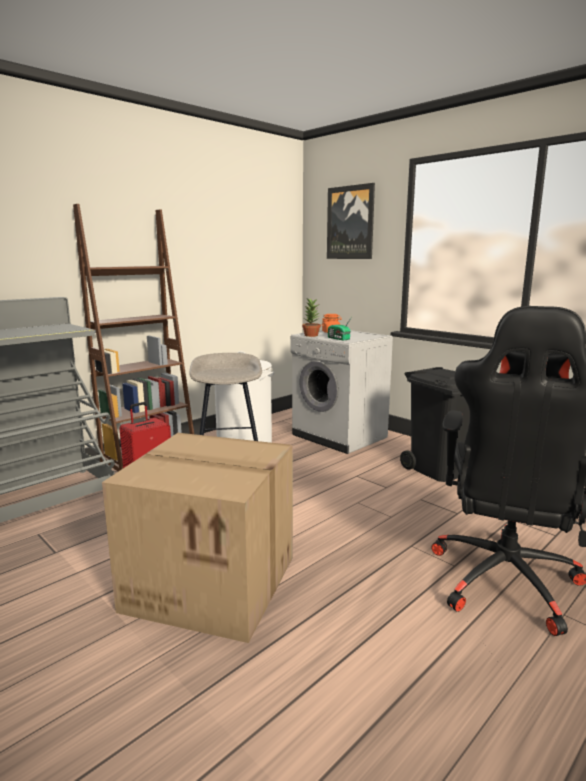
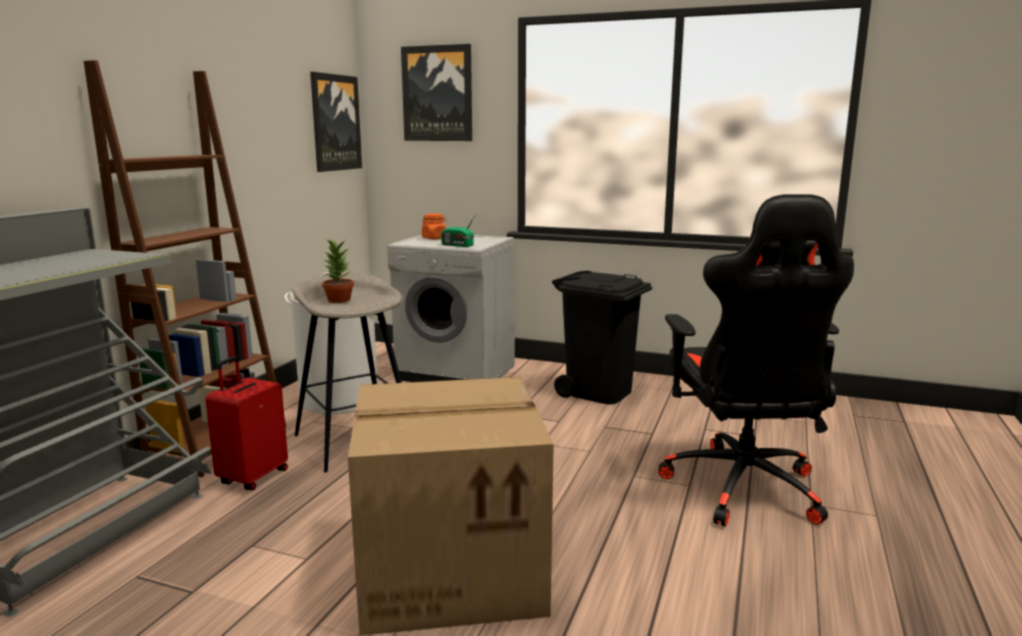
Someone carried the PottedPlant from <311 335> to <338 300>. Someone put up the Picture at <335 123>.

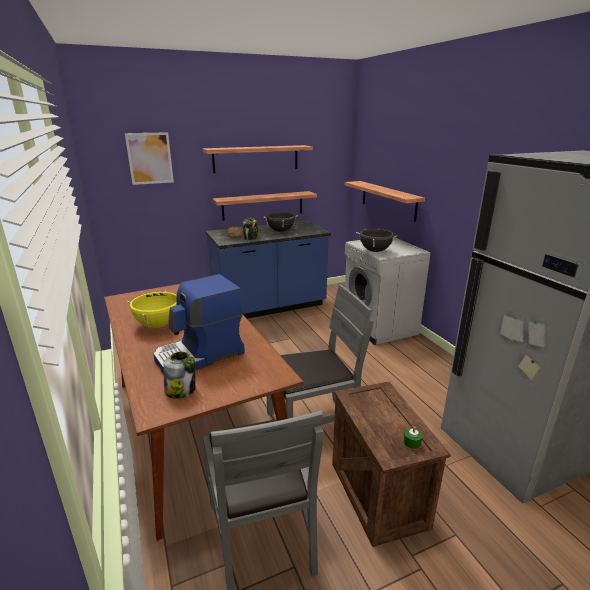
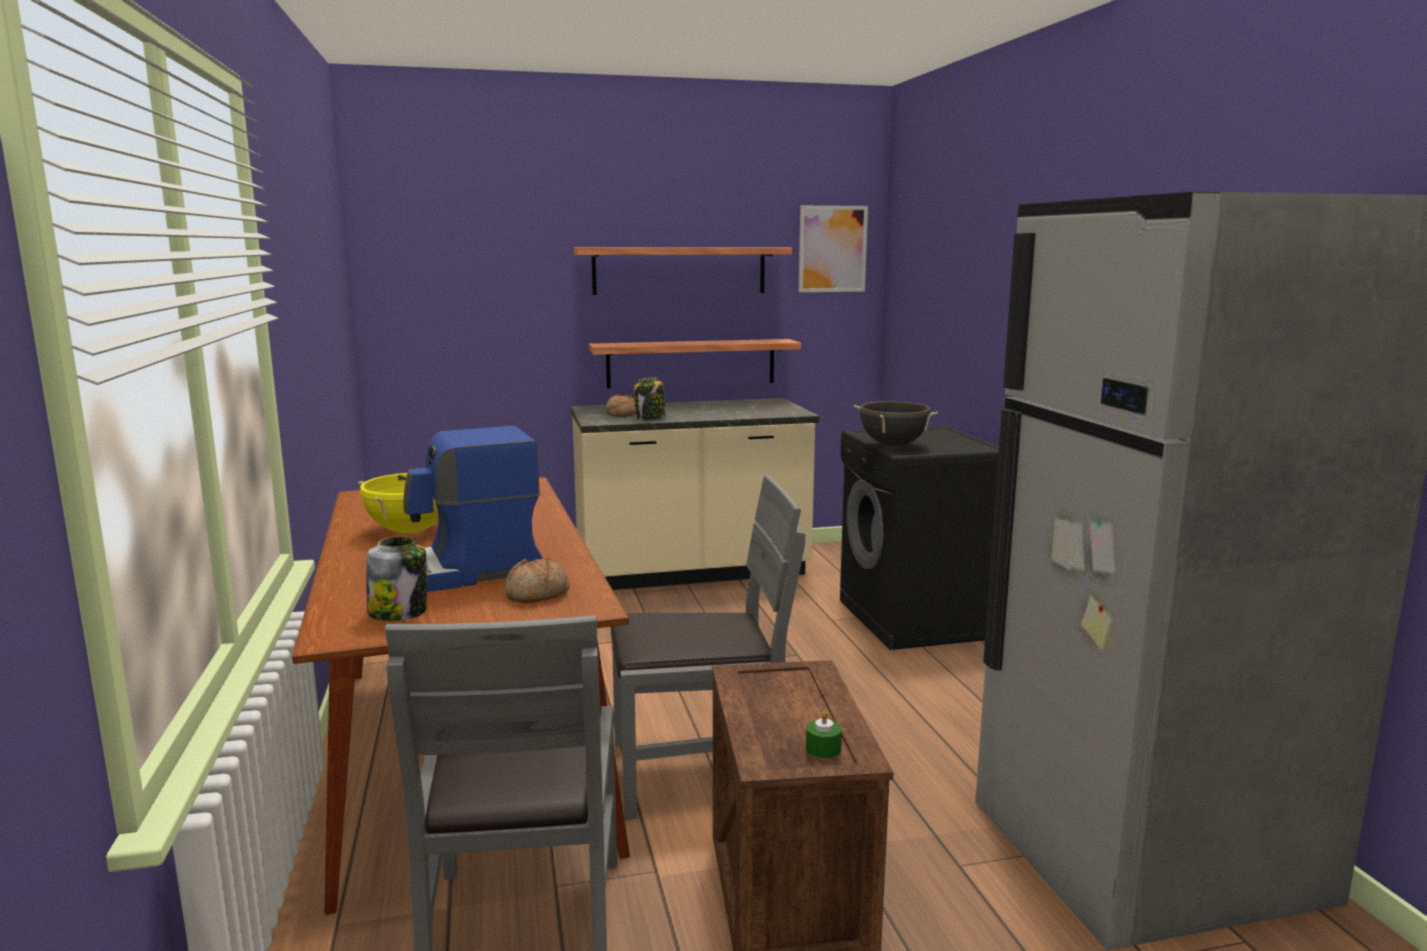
Someone carried the Picture from <150 158> to <832 249>. Someone repainted the BlueCounter at <269 307>, which became the BeigeCounter at <692 572>. Someone took away the BlackCookingPot at <280 231>. Someone took away the Shelf at <388 200>. Someone repainted the WhiteWashingMachine at <378 327>, which became the BlackWashingMachine at <911 619>. Someone put down the Bread at <537 594>.

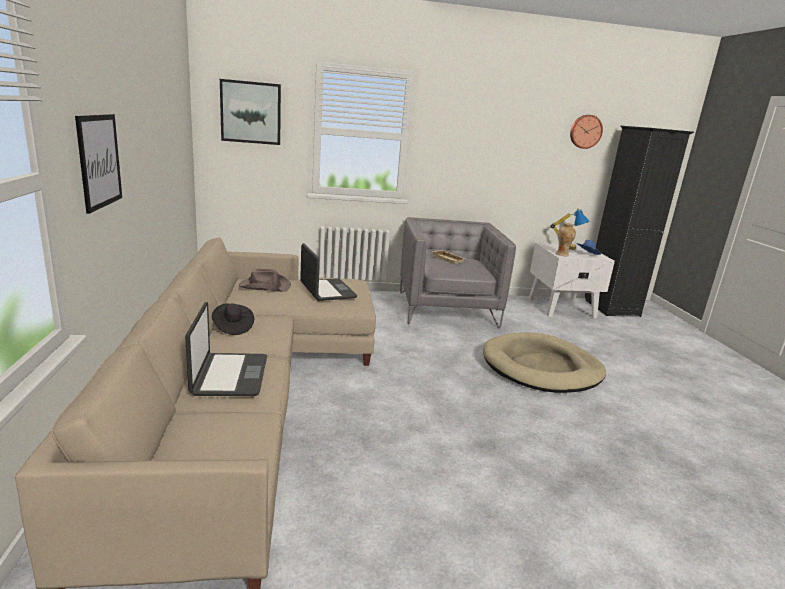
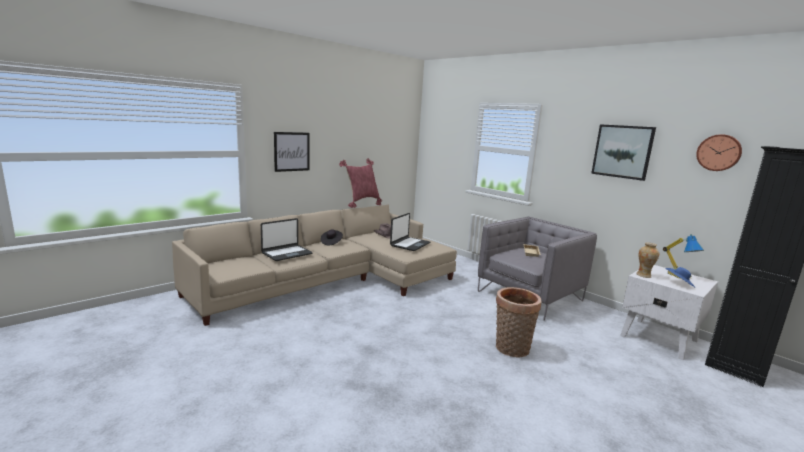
Someone carried the Picture from <251 112> to <622 151>. Someone swapped the BeigeDogBed at <541 367> for the Basket at <511 350>. Someone put down the RedPillow at <360 206>.

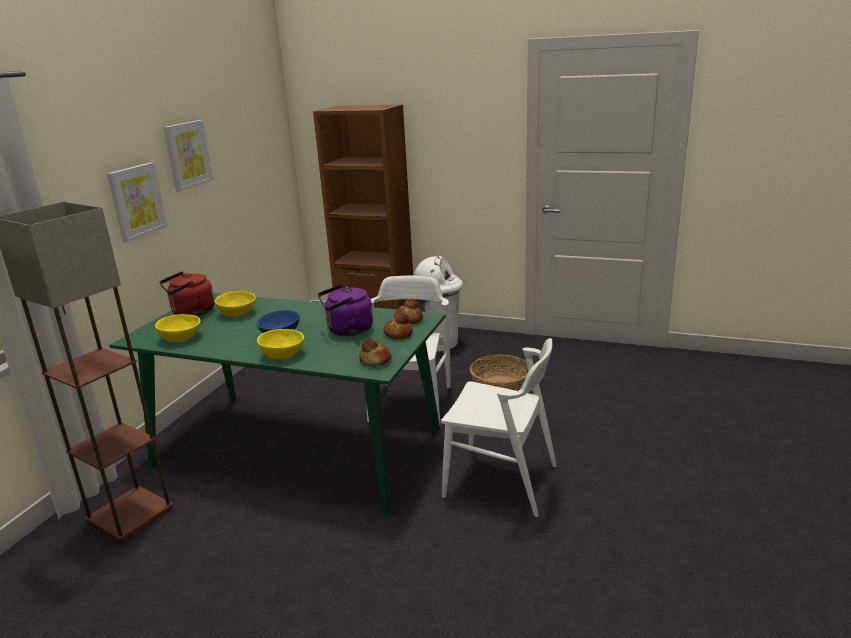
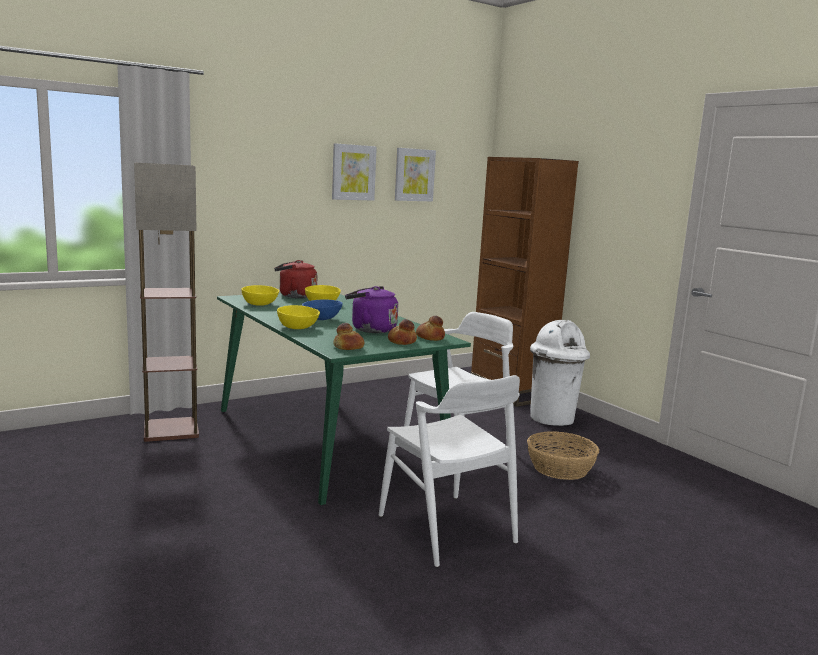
Someone carried the Picture from <136 201> to <414 175>.

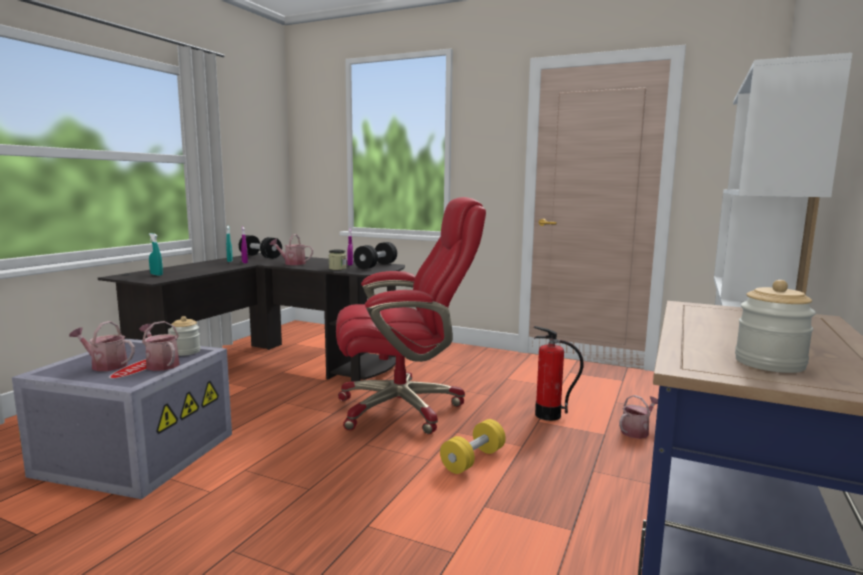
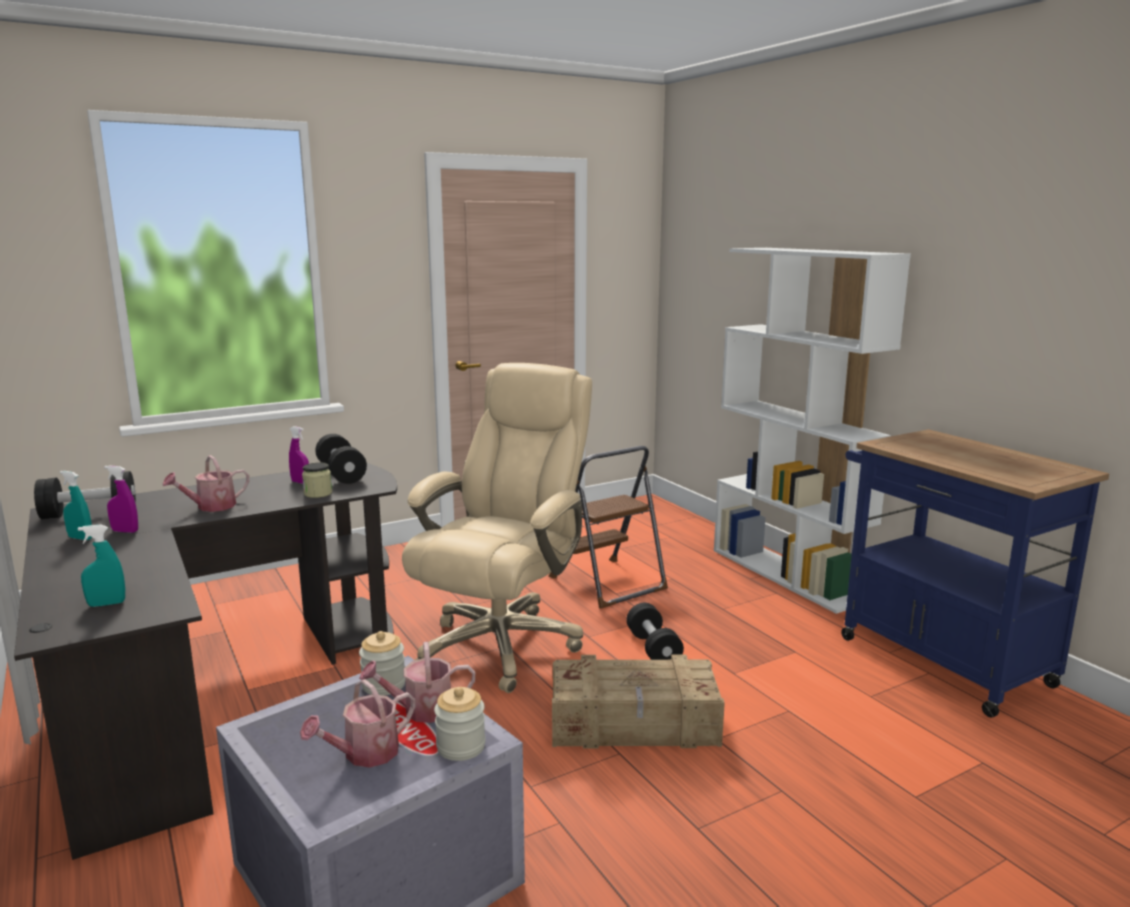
Someone repainted the RedOfficeChair at <404 410>, which became the BeigeOfficeChair at <504 645>. Someone repainted the YellowDumbbell at <473 460>, which became the BlackDumbbell at <653 649>. Someone swapped the FireExtinguisher at <548 415> for the BrownStepLadder at <609 584>. Someone took away the WateringCan at <637 431>. Someone carried the Jar from <769 363> to <461 746>. Someone put down the Crate at <635 724>.

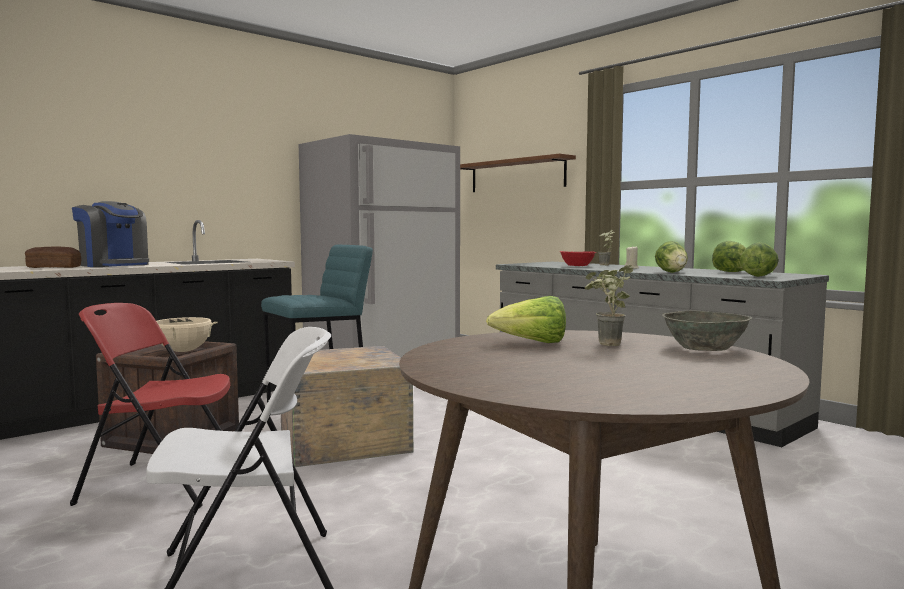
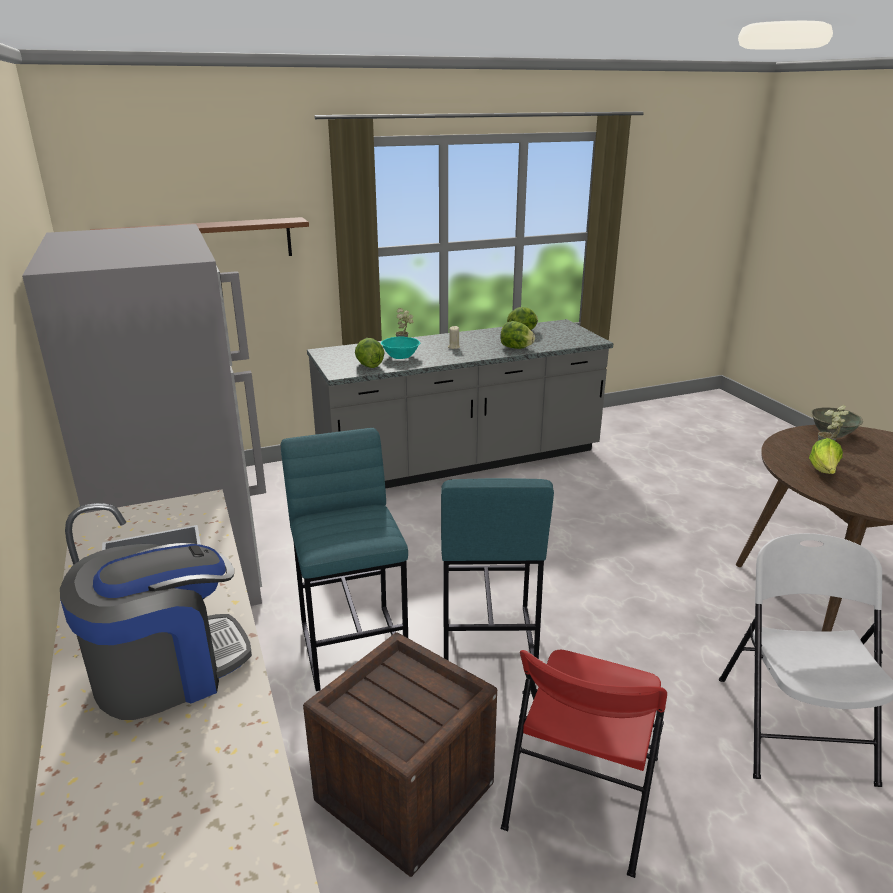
Someone took away the Bread at <54 267>. Someone took away the BeigeCookingPot at <183 351>. Someone swapped the Crate at <341 441> for the TurquoiseStool at <488 642>. Someone repainted the RedBowl at <578 266>, which became the TurquoiseBowl at <401 356>. Someone carried the Lettuce from <758 276> to <369 366>.

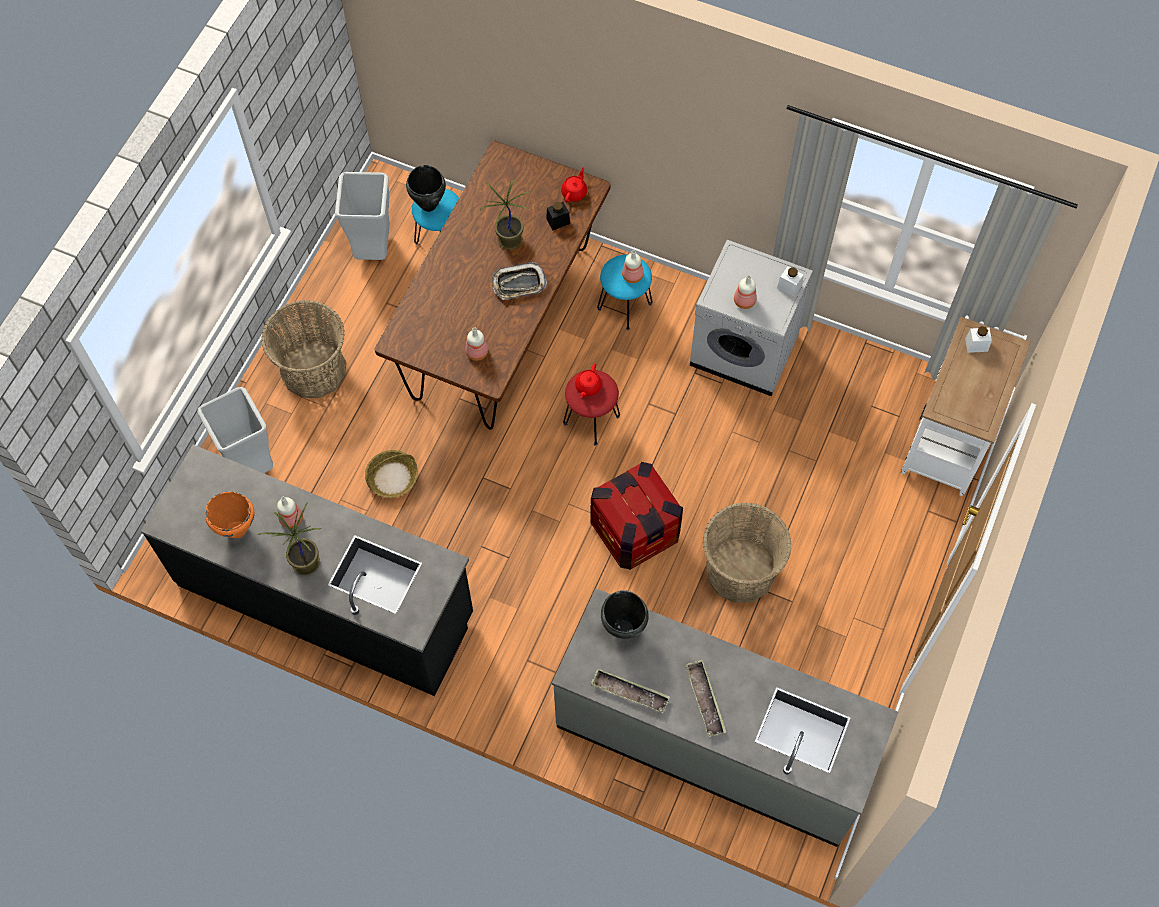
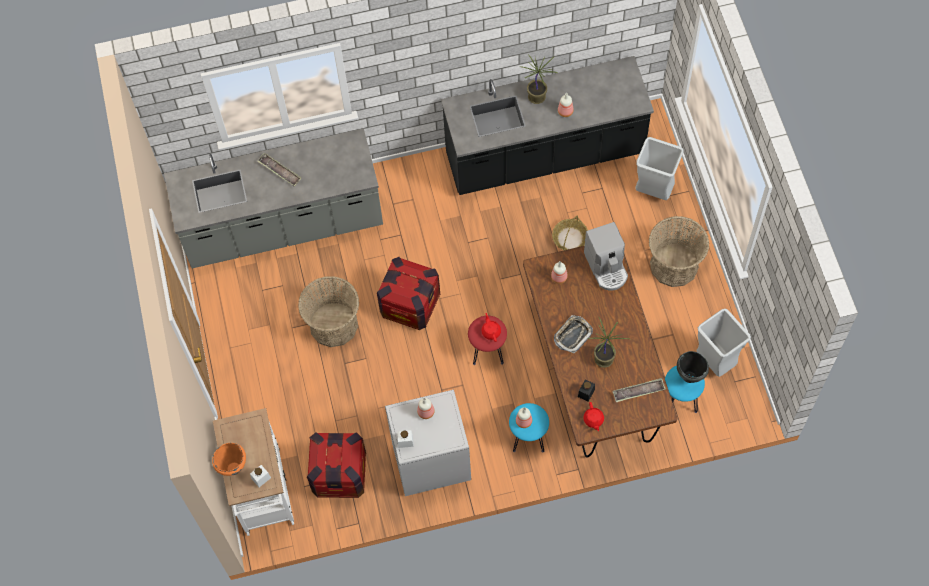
Someone carried the OrangeCookingPot from <237 529> to <234 468>. Someone carried the Tray from <629 692> to <638 391>. Someone took away the BlackCookingPot at <623 629>. Someone put down the Crate at <339 474>. Someone put down the CoffeeMachine at <606 267>.

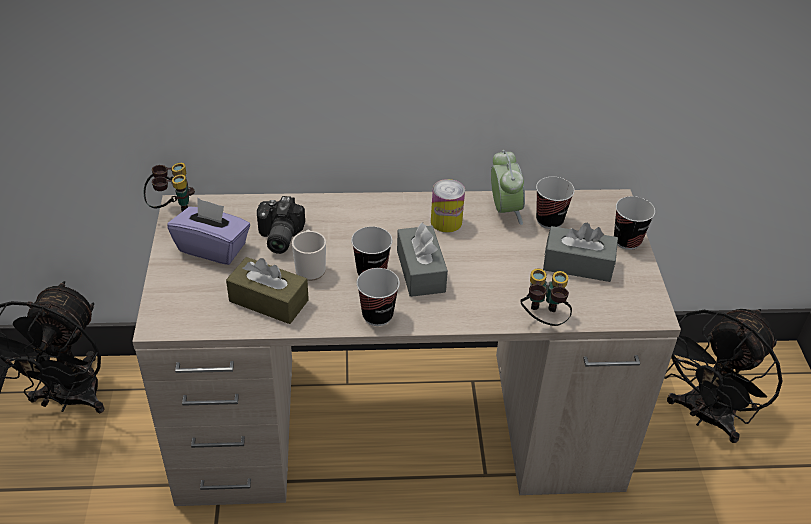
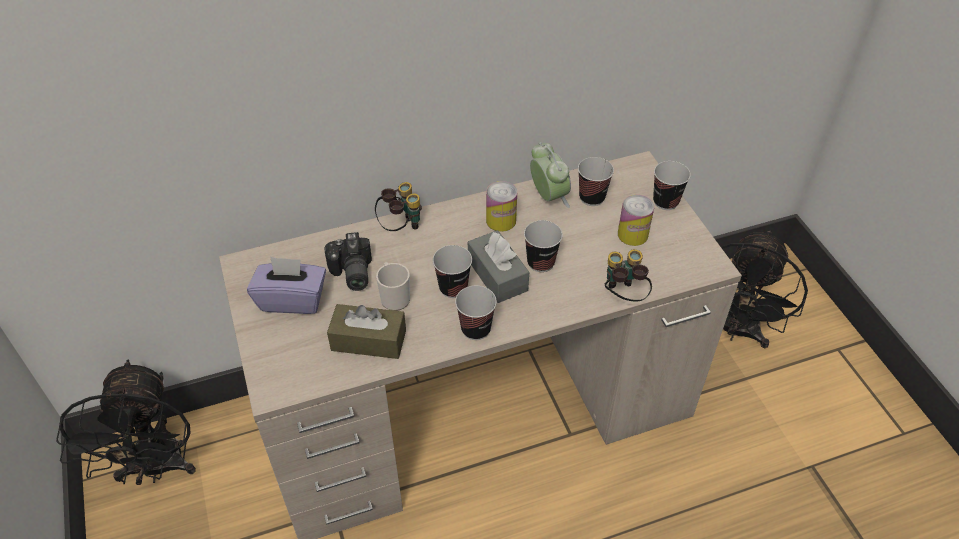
Someone carried the Binoculars from <172 208> to <400 226>. Someone swapped the GreyTissueBox at <578 264> for the Can at <632 234>. Someone put down the Cup at <540 262>.

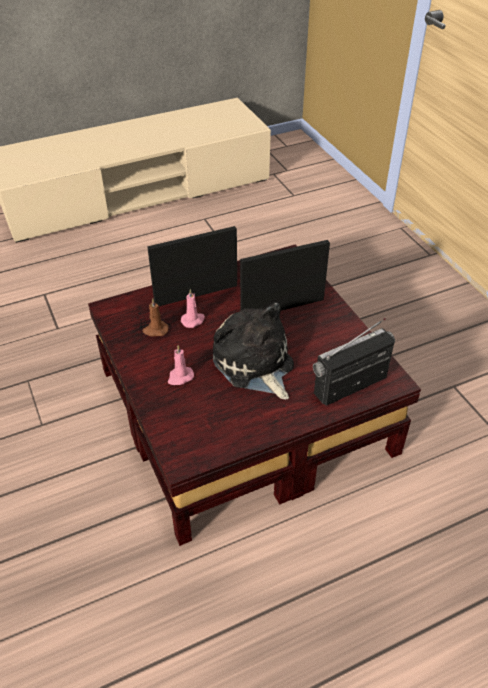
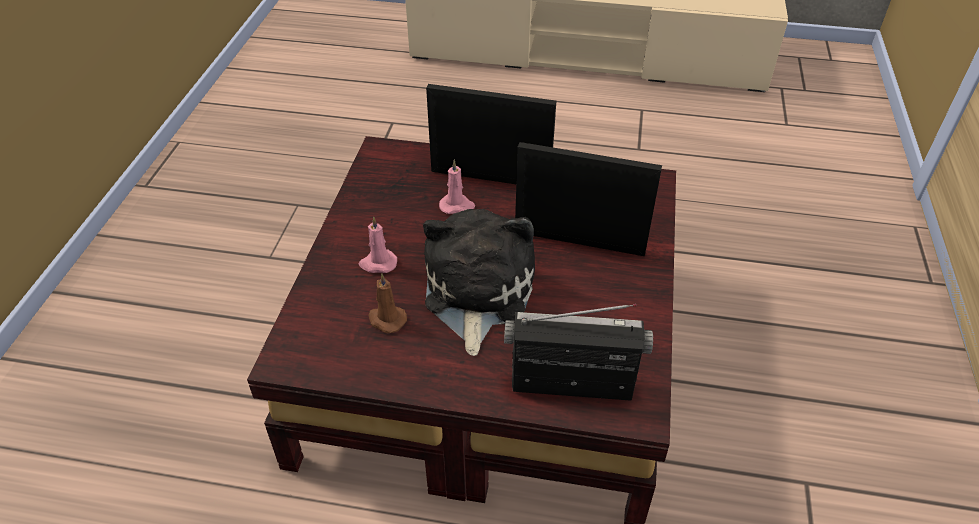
Someone carried the BrownCandle from <155 330> to <386 319>.

